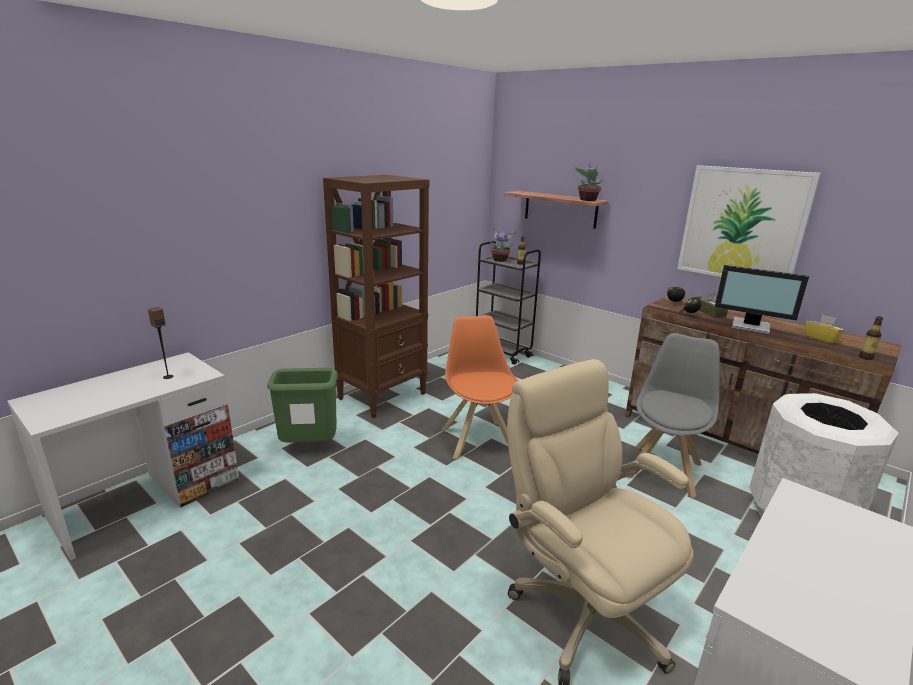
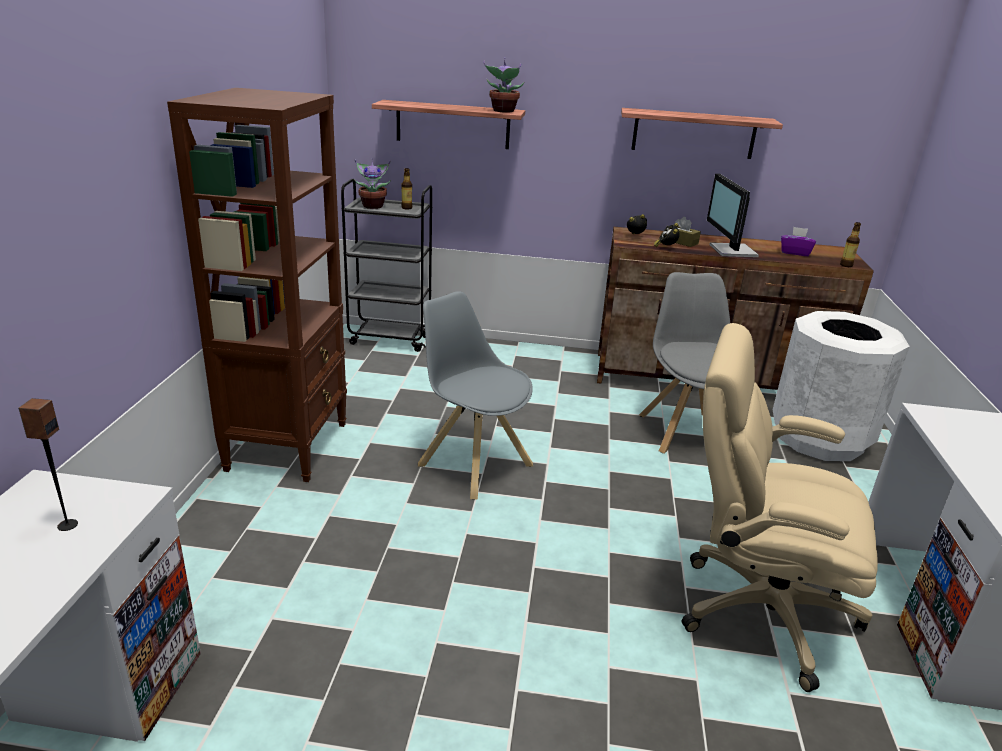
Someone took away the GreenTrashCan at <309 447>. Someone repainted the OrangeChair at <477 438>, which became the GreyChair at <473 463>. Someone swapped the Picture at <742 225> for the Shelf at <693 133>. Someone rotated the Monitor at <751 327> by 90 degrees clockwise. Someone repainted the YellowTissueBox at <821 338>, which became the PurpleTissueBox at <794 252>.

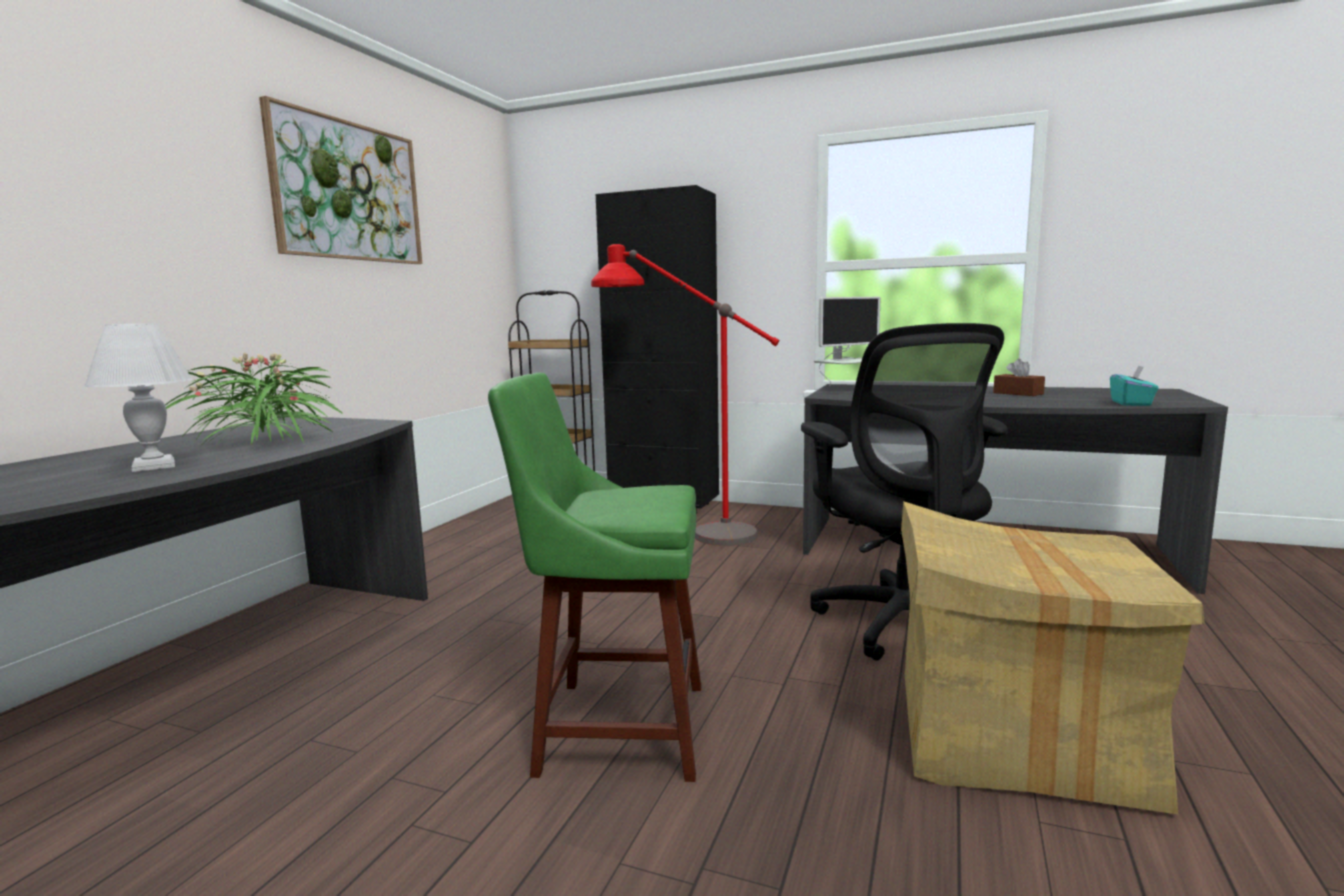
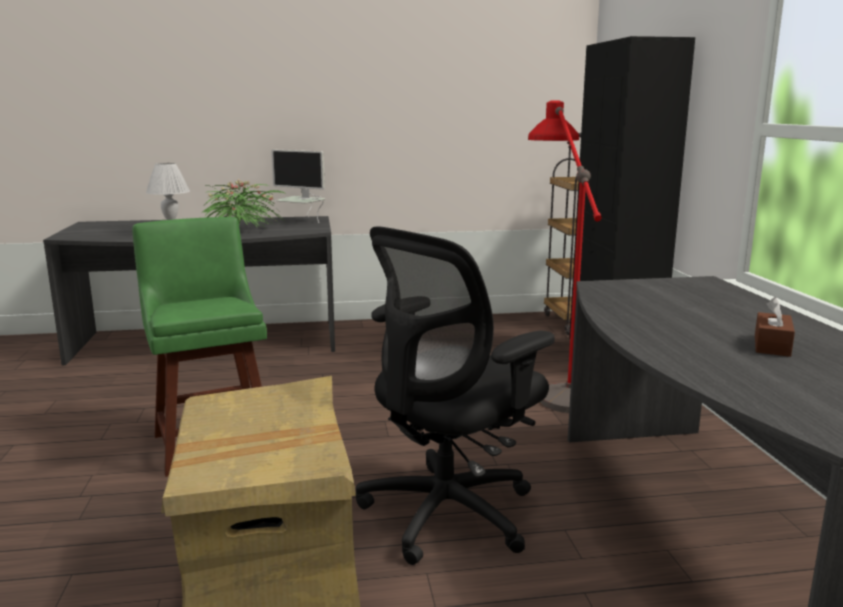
Someone took away the Picture at <348 191>. Someone carried the Monitor from <844 389> to <302 221>. Someone took away the TurquoiseTissueBox at <1131 403>.

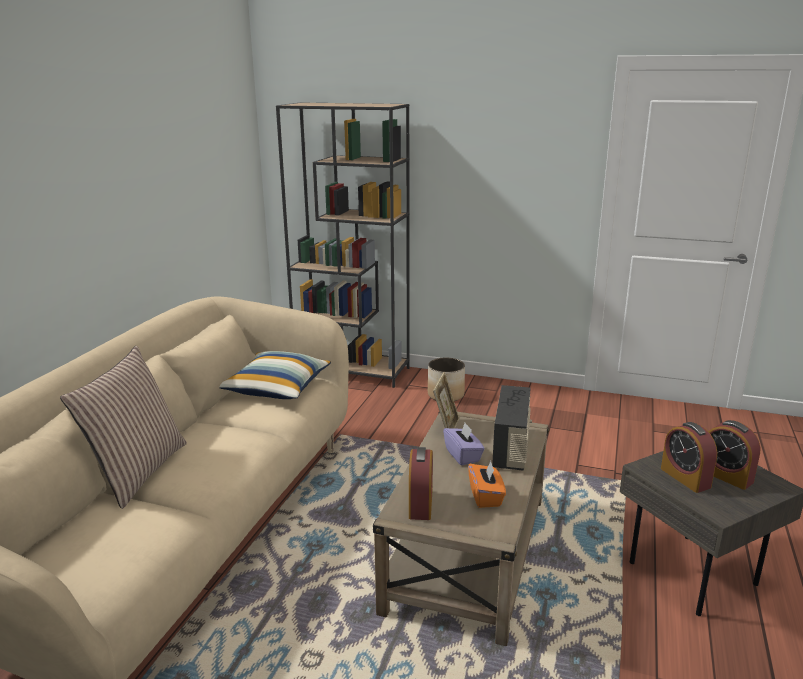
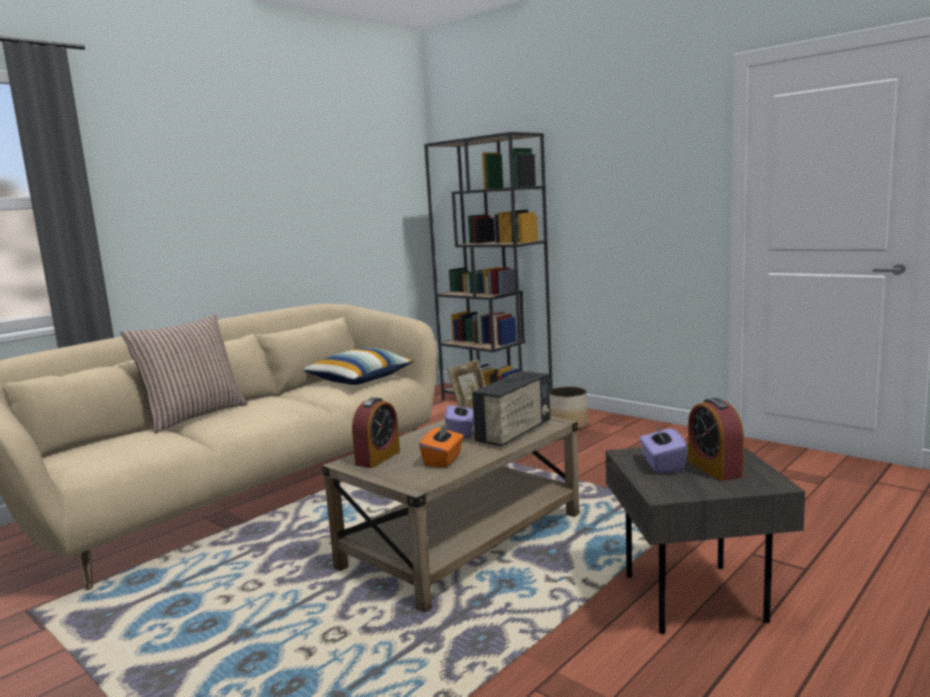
Someone swapped the AlarmClock at <685 478> for the PurpleTissueBox at <662 465>.

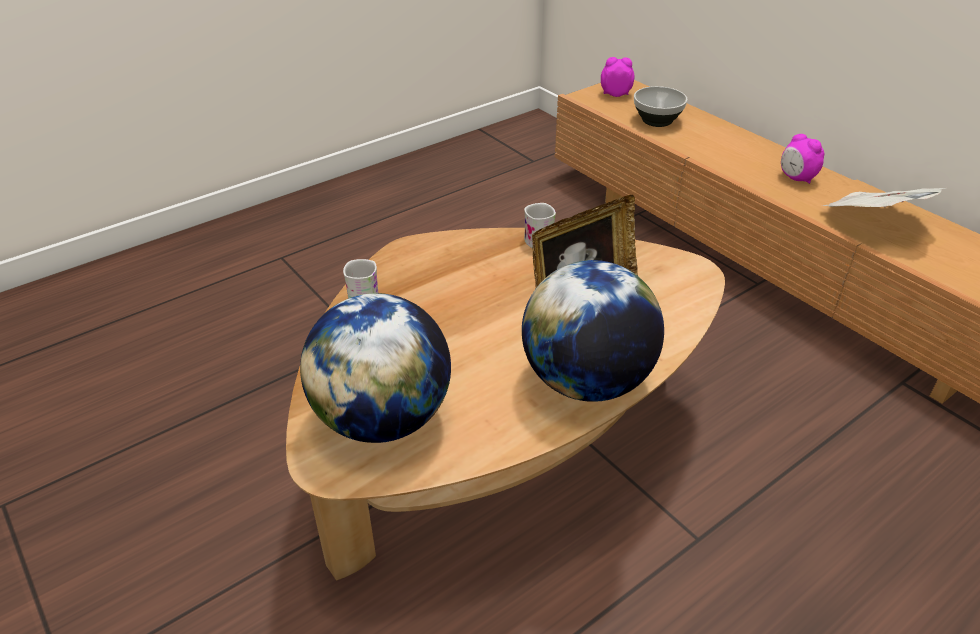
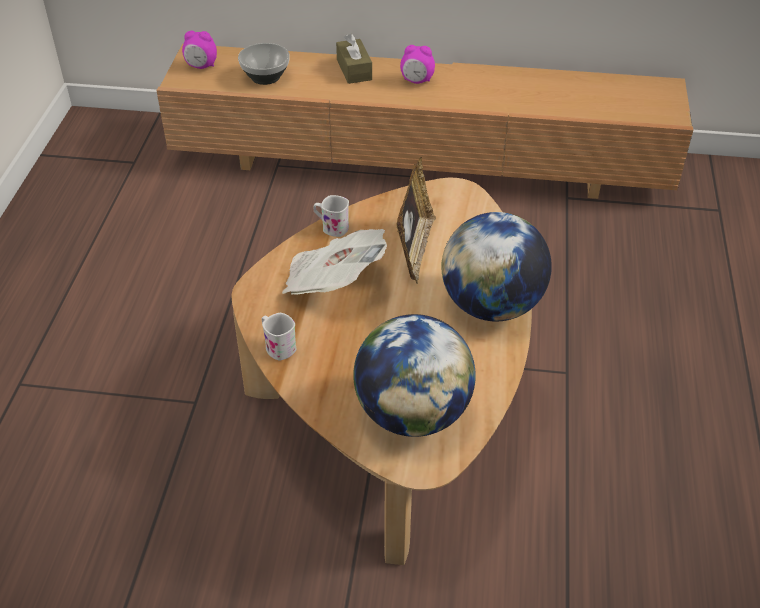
Someone rotated the AlarmClock at <615 94> by 135 degrees counterclockwise. Someone carried the Newspaper from <873 221> to <333 282>. Someone put down the BrownTissueBox at <354 70>.

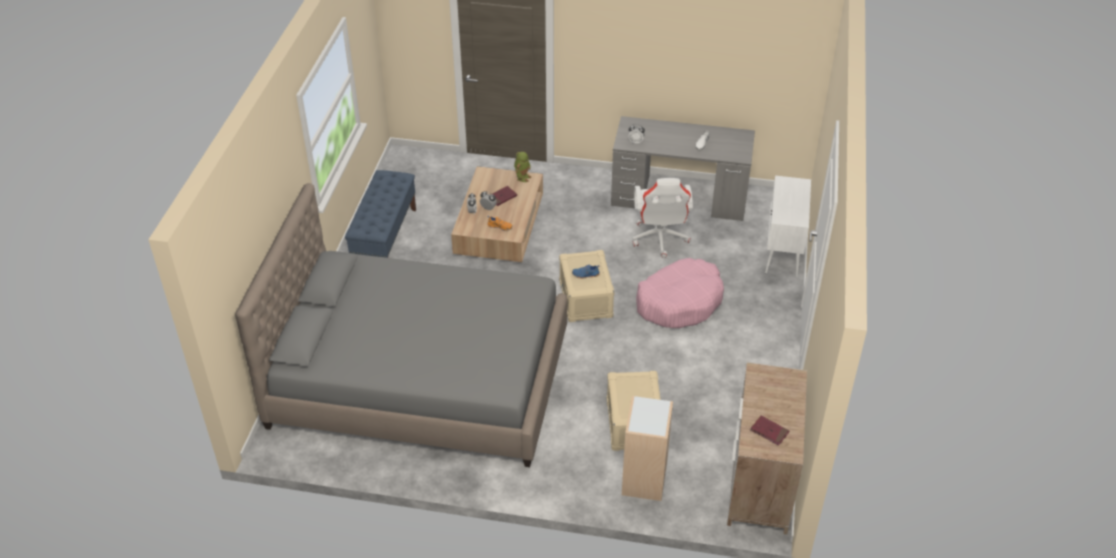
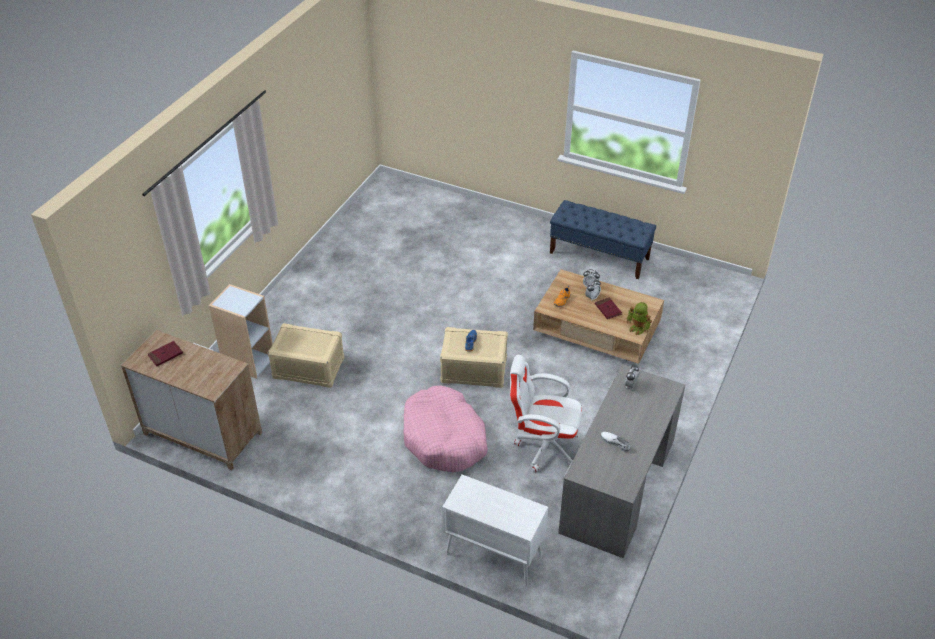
Someone took away the GreyBed at <420 377>.

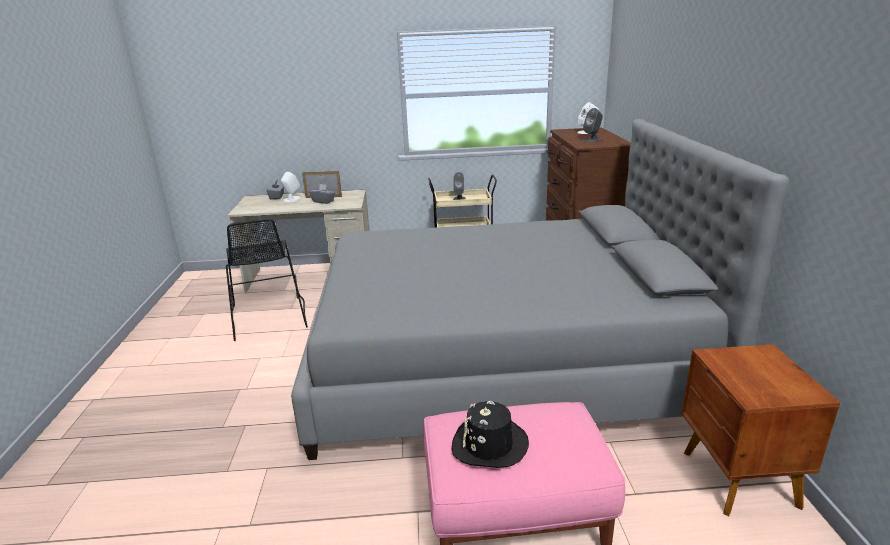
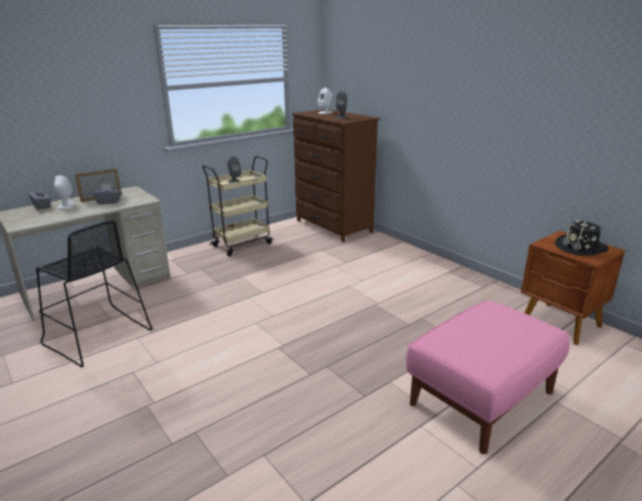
Someone took away the GreyBed at <501 361>. Someone carried the BlackHat from <489 445> to <581 247>.

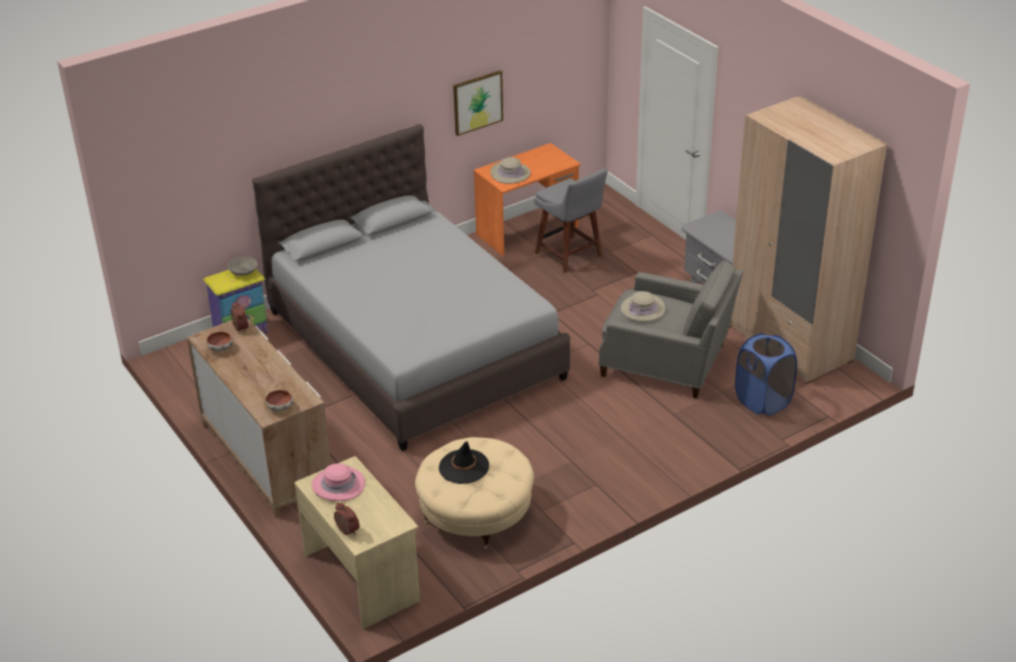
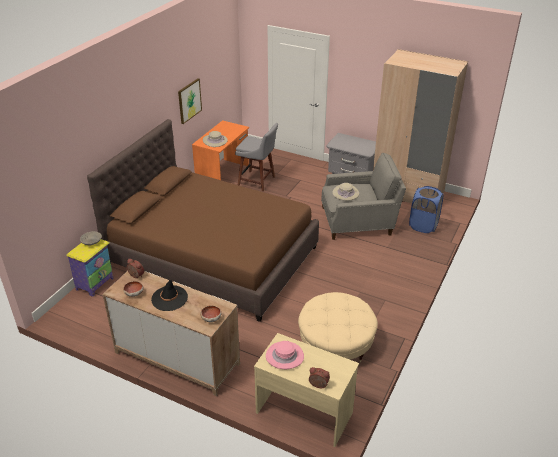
Someone repainted the GreyBed at <414 344>, which became the BrownBed at <212 256>. Someone carried the BlackHat from <464 467> to <169 298>.

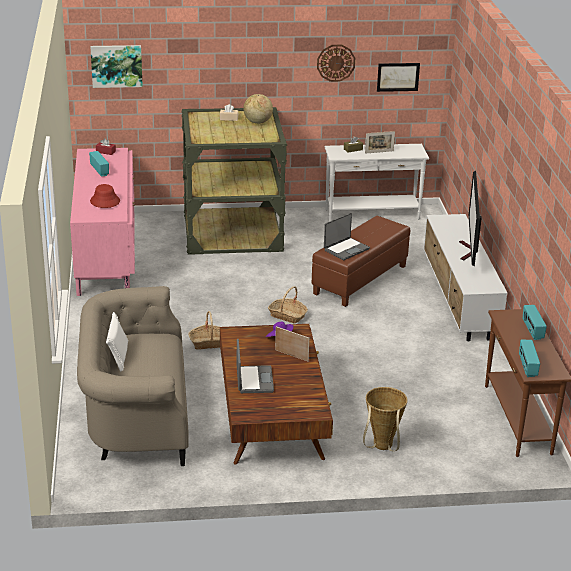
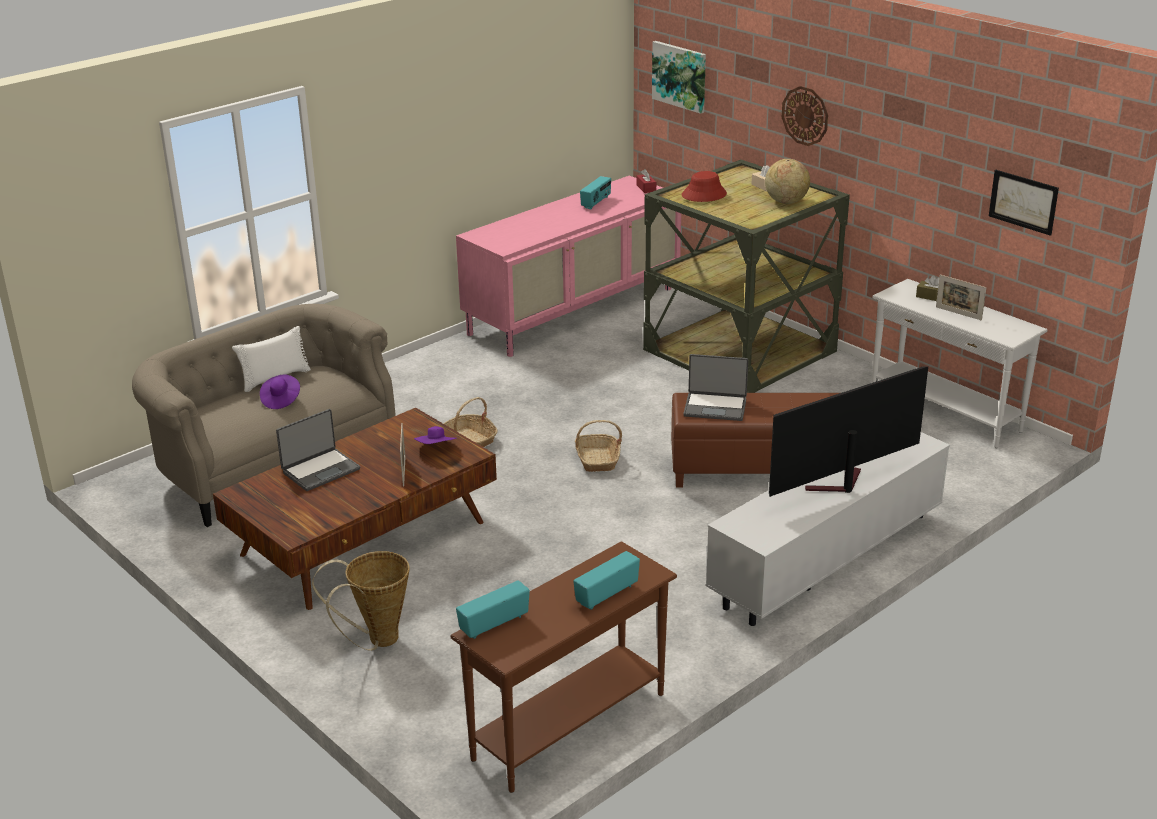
Someone carried the RedHat from <105 201> to <704 195>. Someone carried the WallClock from <336 62> to <805 116>. Someone put down the PurpleHat at <280 400>.

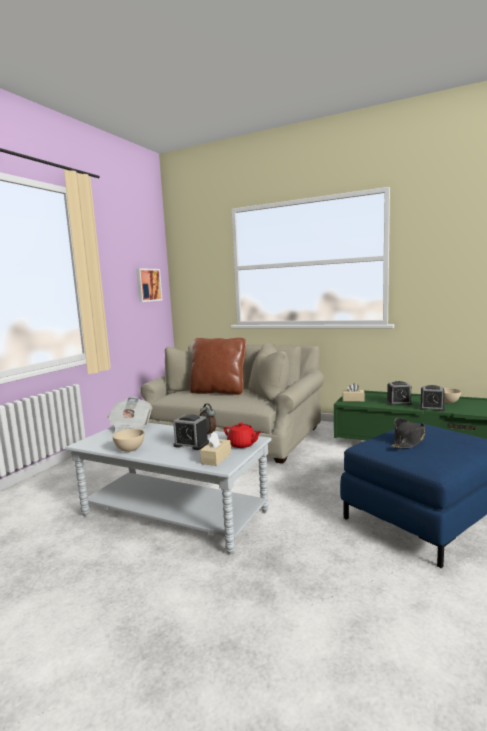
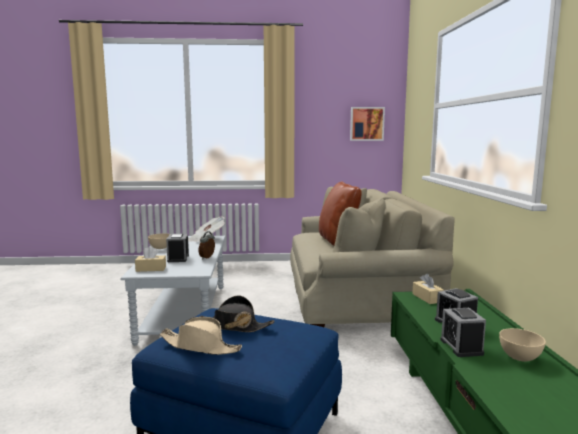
Someone took away the RedTeapot at <242 445>. Someone put down the BeigeHat at <200 346>.

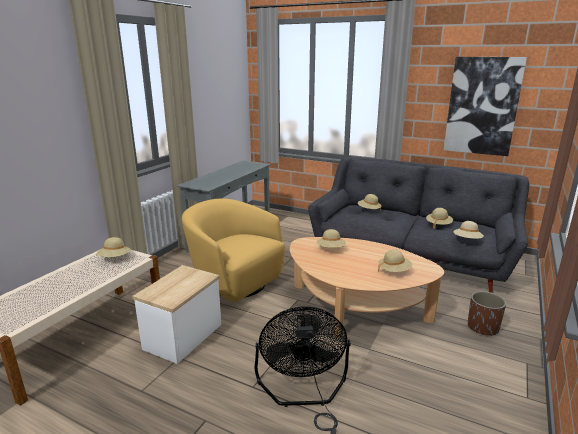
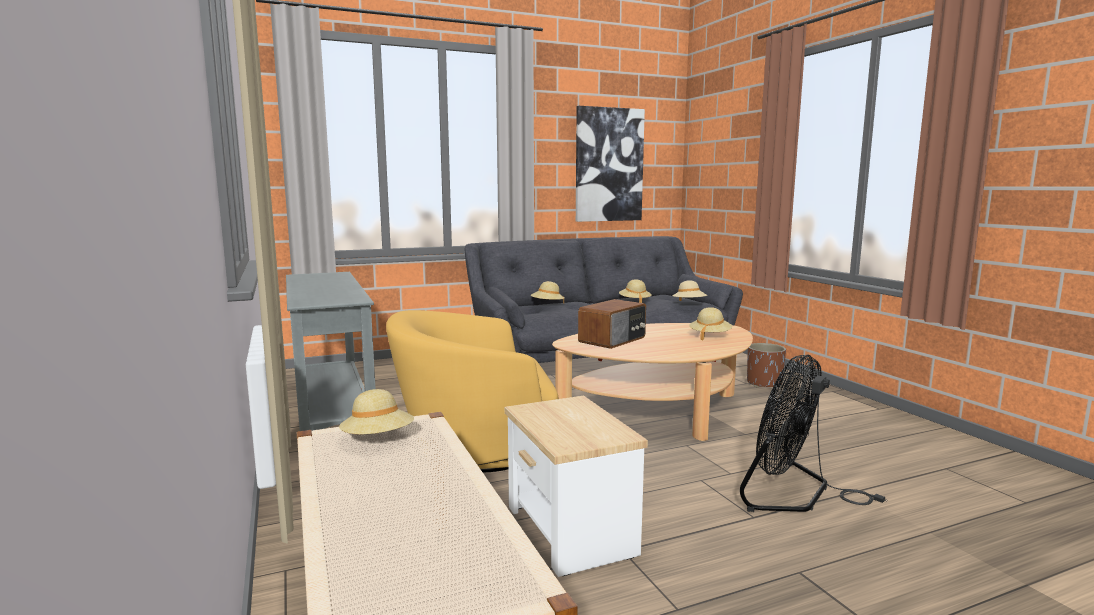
Someone swapped the BeigeHat at <331 249> for the Radio at <613 340>.

